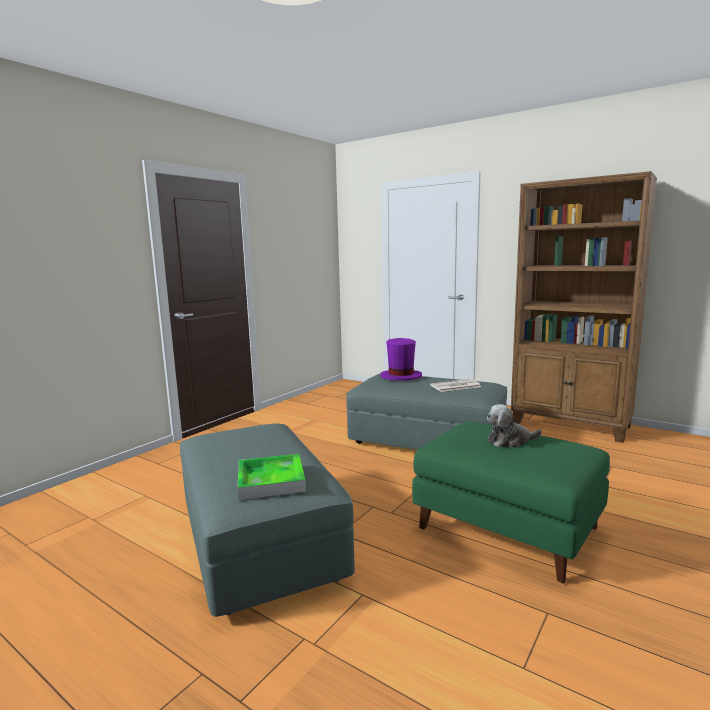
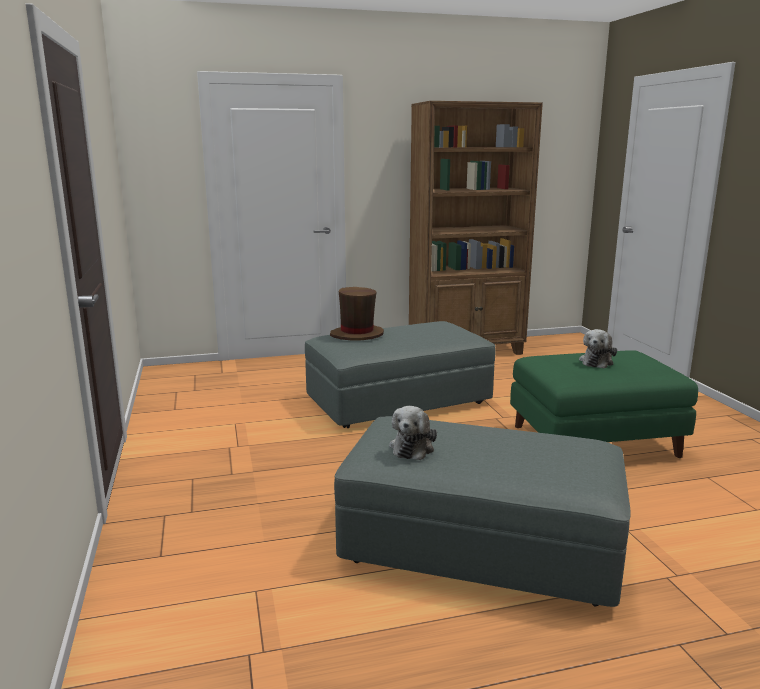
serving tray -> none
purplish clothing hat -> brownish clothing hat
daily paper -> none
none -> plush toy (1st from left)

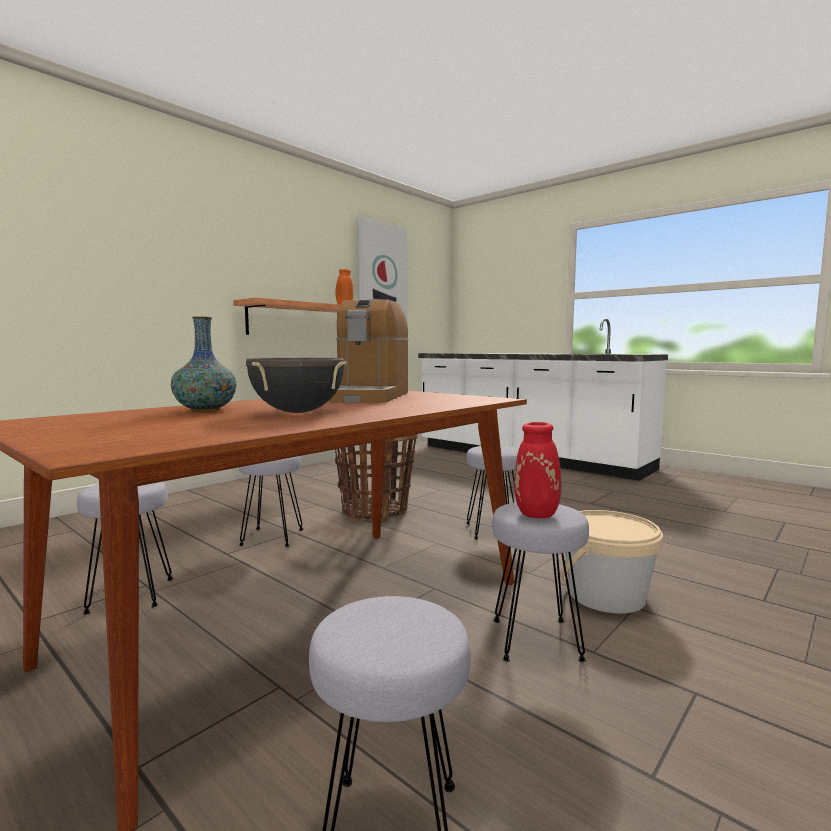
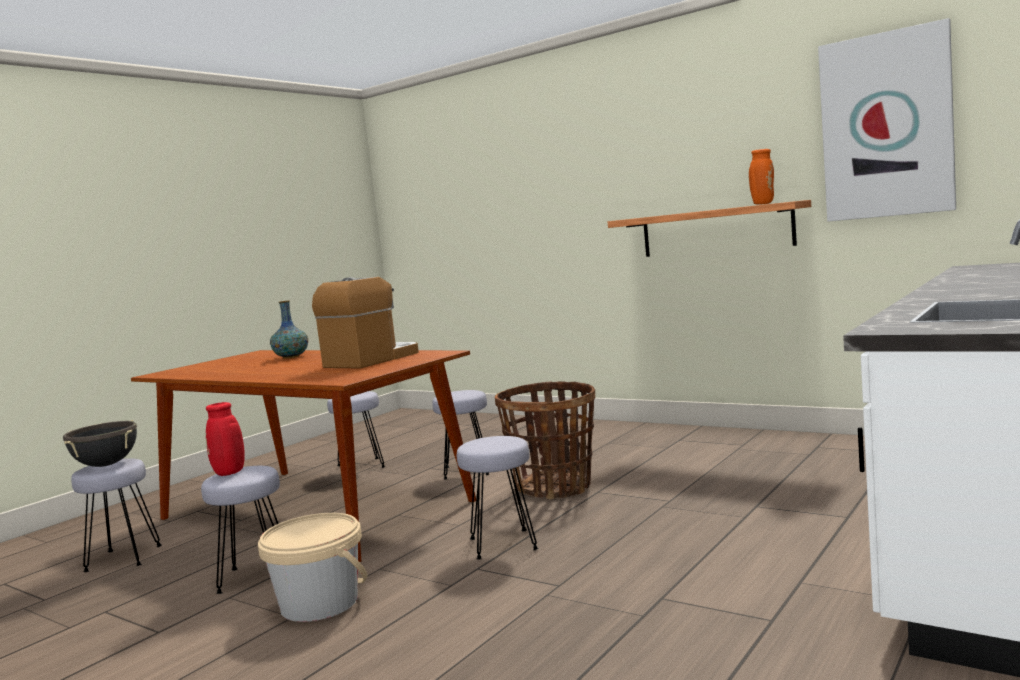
black-coloured cooking pot, move
coffee machine, 120 degrees clockwise

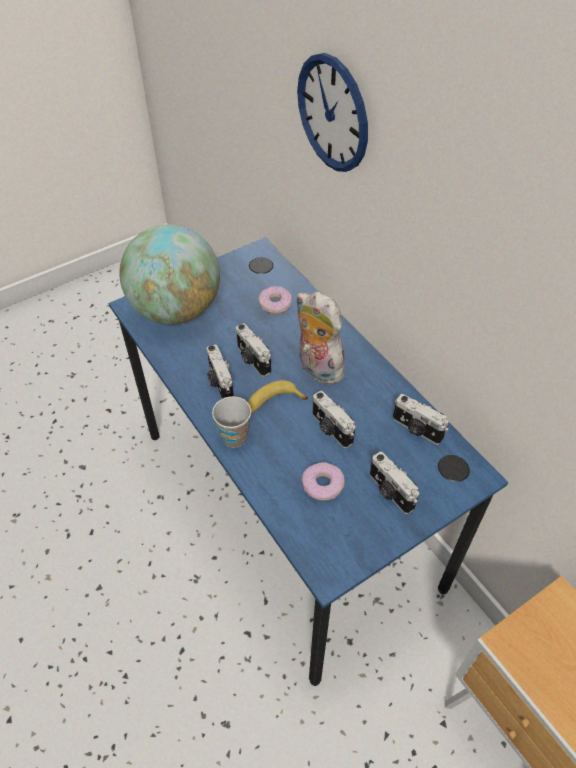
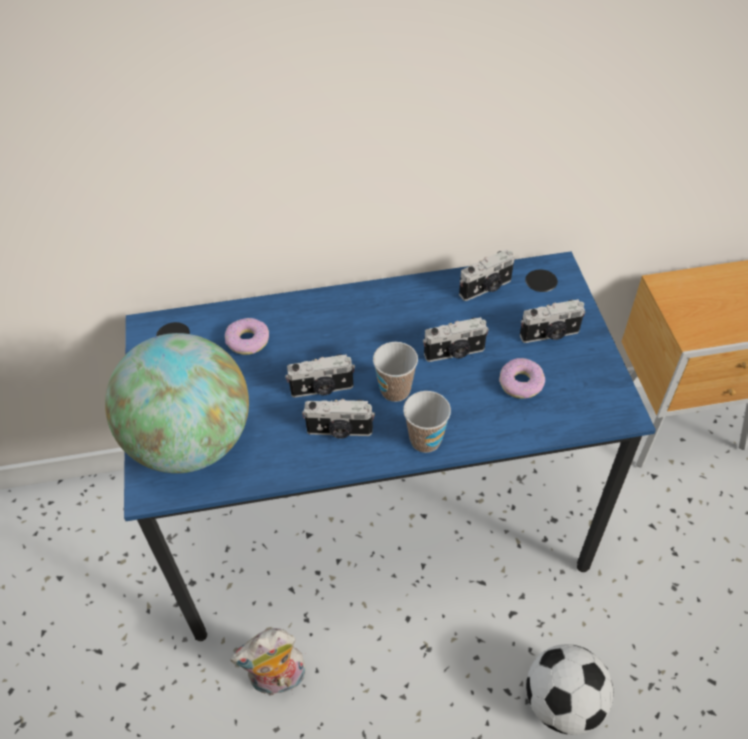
banana fruit -> small cup (1st from left)
plush toy, move
hanging clock -> none
none -> ball for football

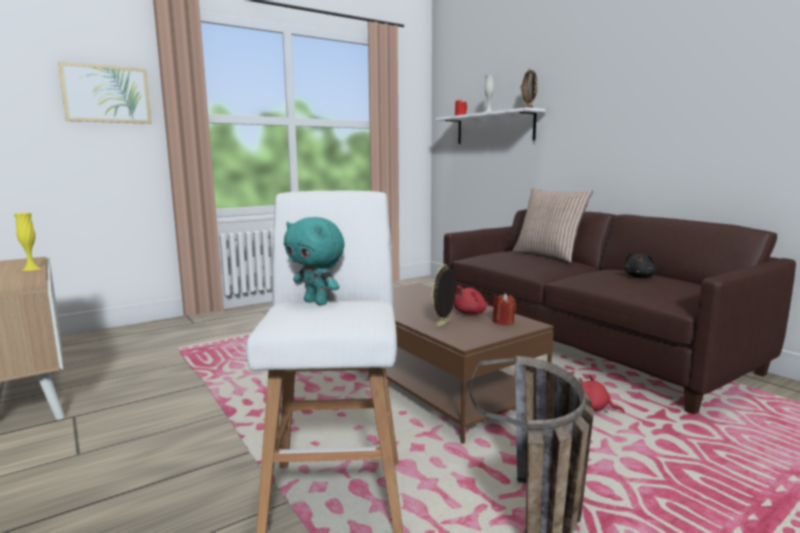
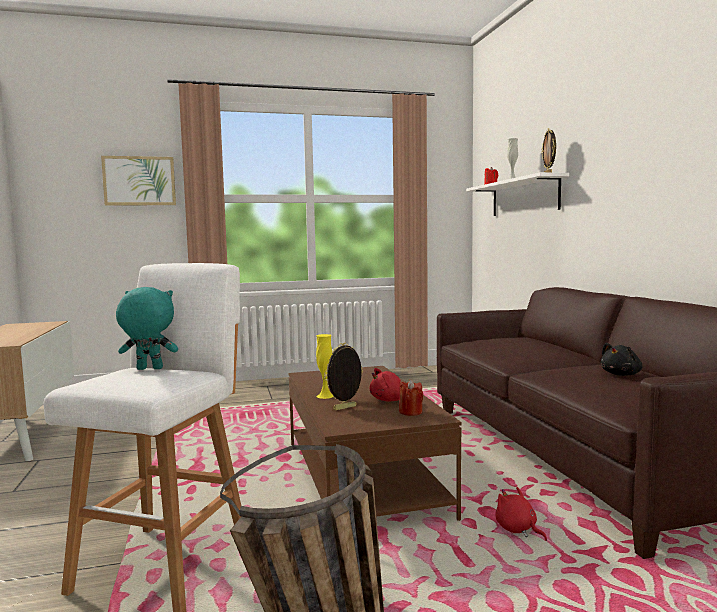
yellowish vase, move
blue-green plush toy, 120 degrees clockwise
cushion -> none

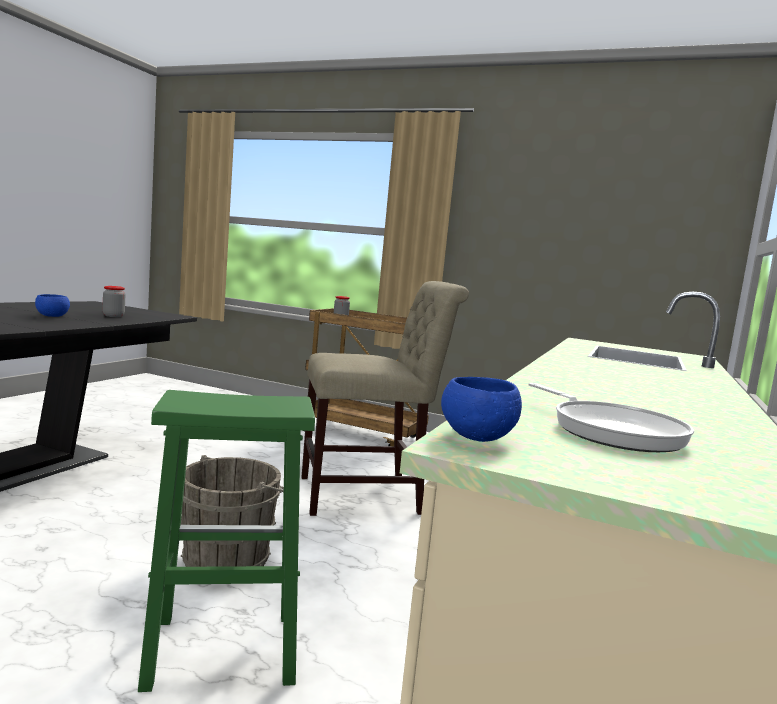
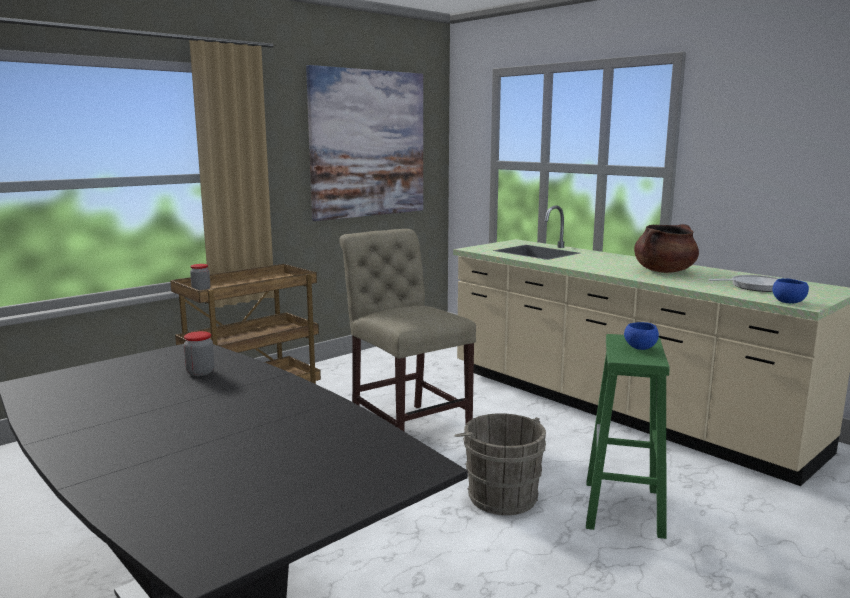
blue-coloured serving bowl (1st from left), move
beige upright chair, 45 degrees counterclockwise
none -> picture
none -> brownish cooking pot

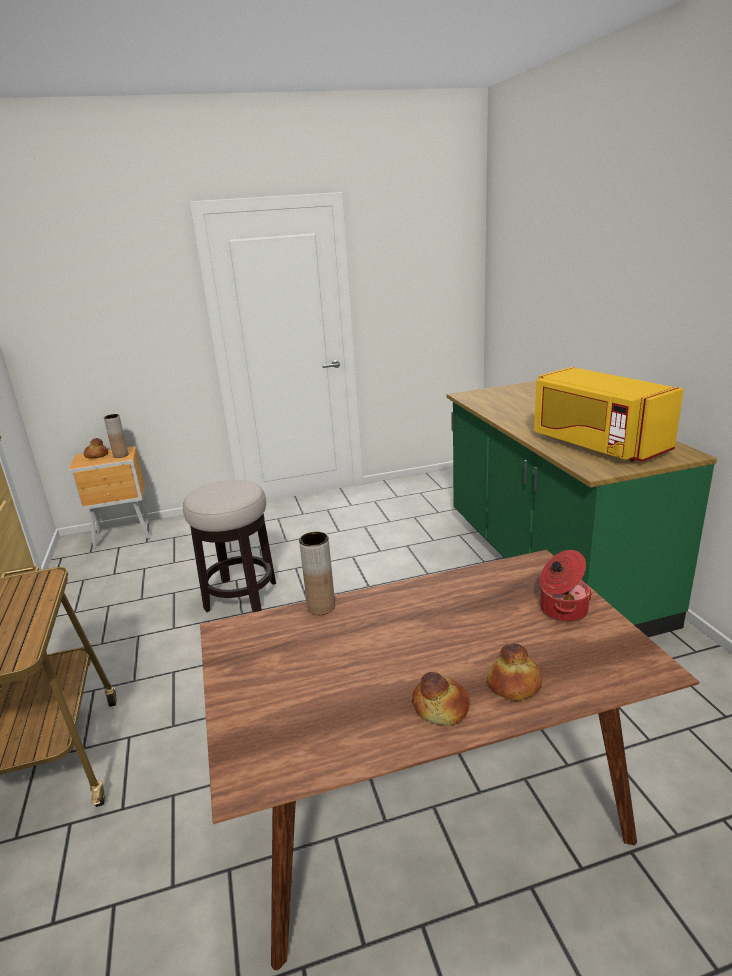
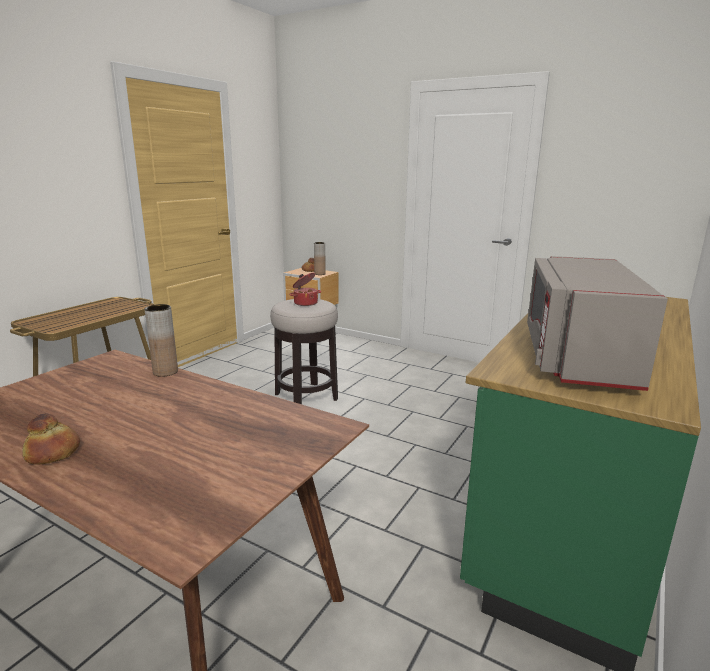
bread (3rd from left) -> none
yellowish microwave oven -> grey microwave oven
cooking pot, move

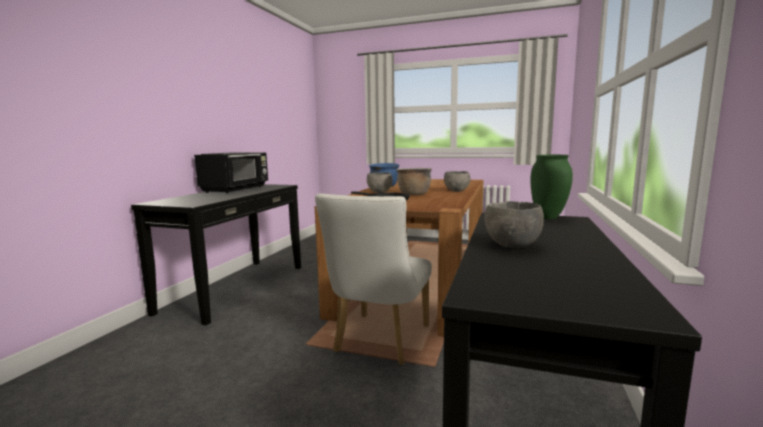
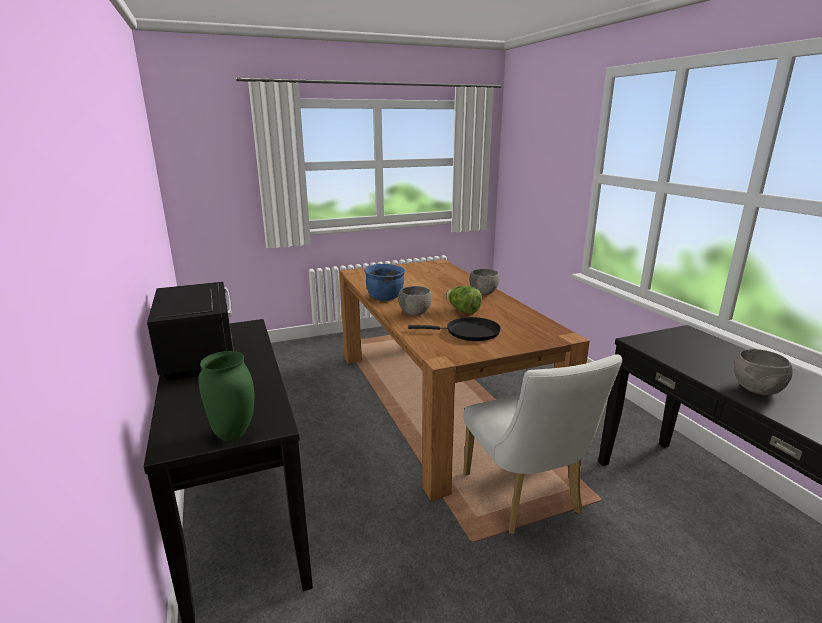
brownish cooking pot -> lettuce head
green vase, move

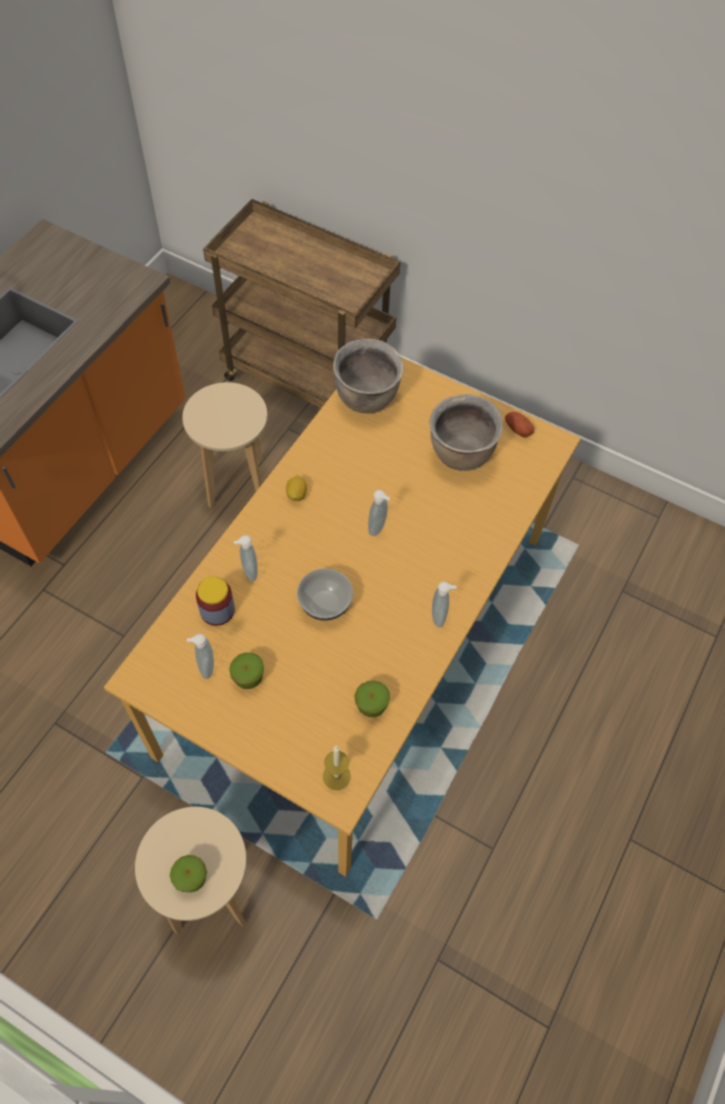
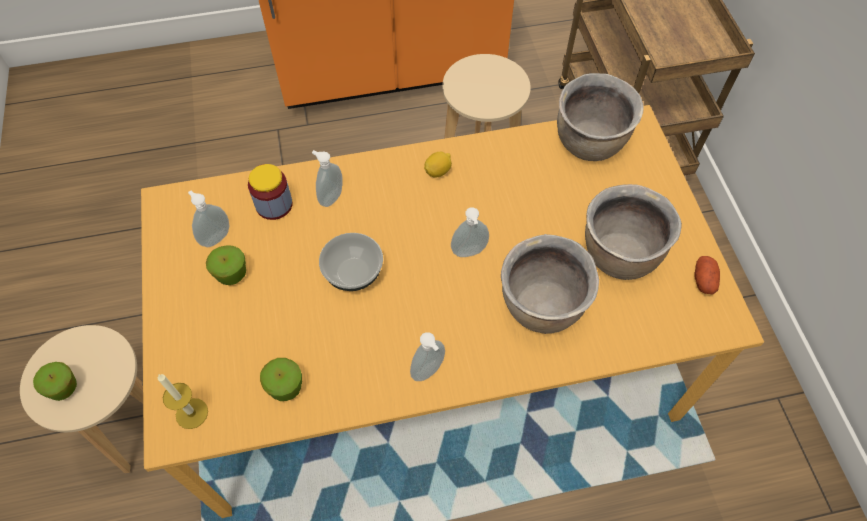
none -> brownish cooking pot (1st from left)

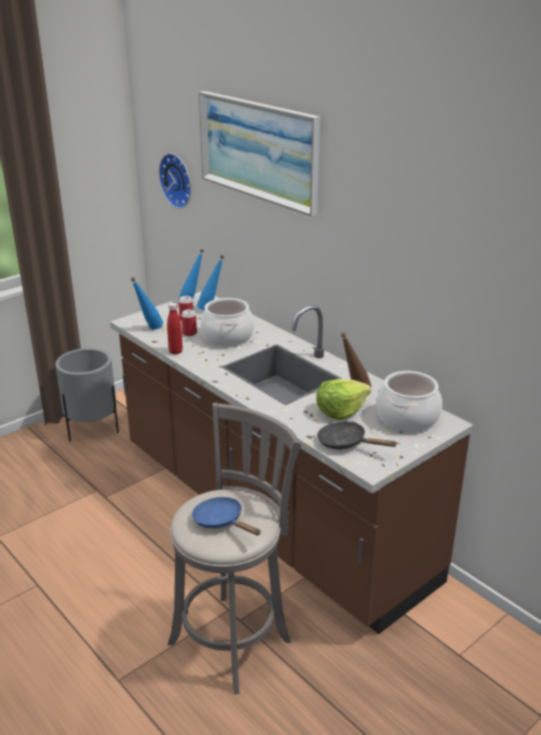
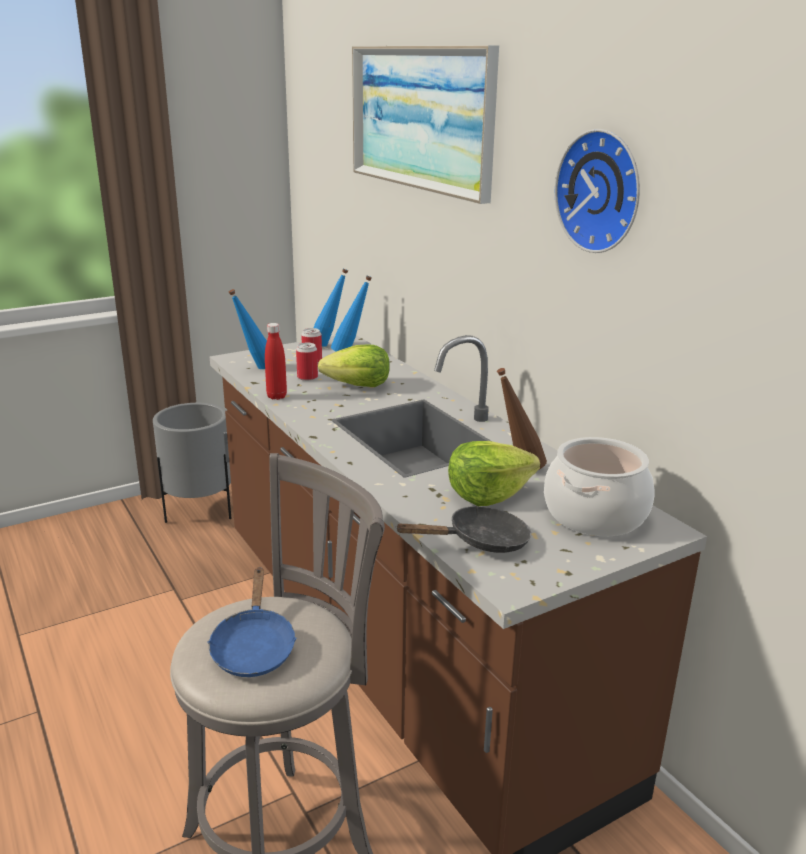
hanging clock, move
blue-coloured pan, 150 degrees counterclockwise
cooking pot (1st from left) -> lettuce head (1st from left)
black-coloured pan, 120 degrees clockwise

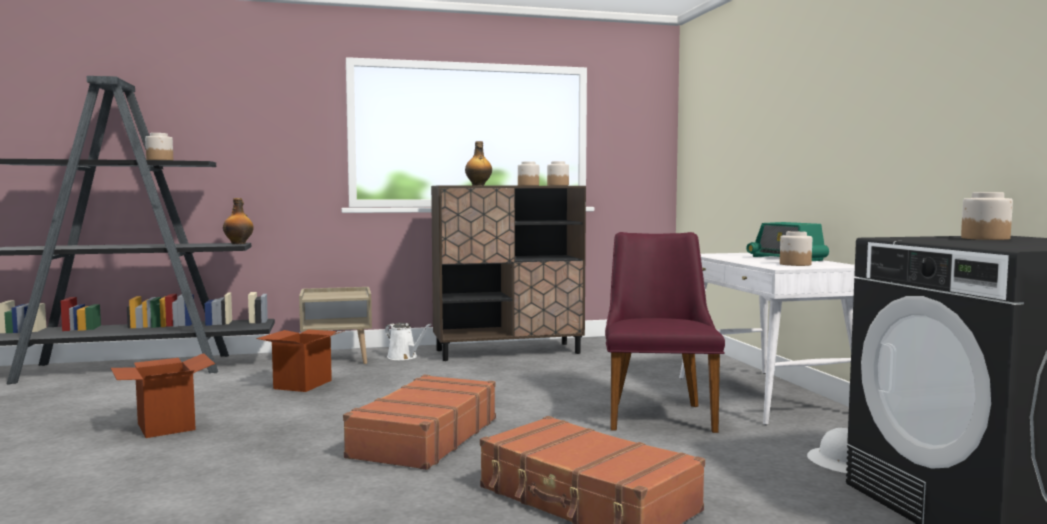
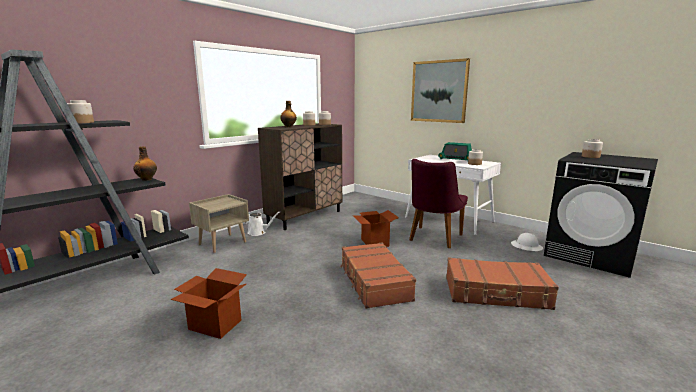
cardboard box (2nd from left), move
purplish upright chair, 120 degrees counterclockwise
none -> picture

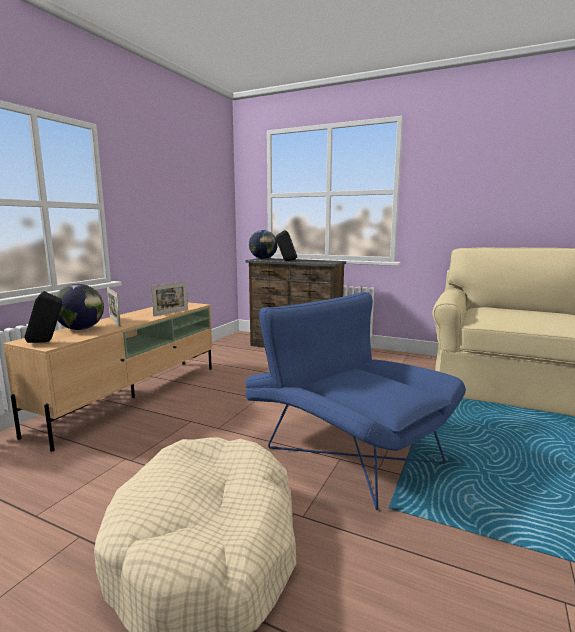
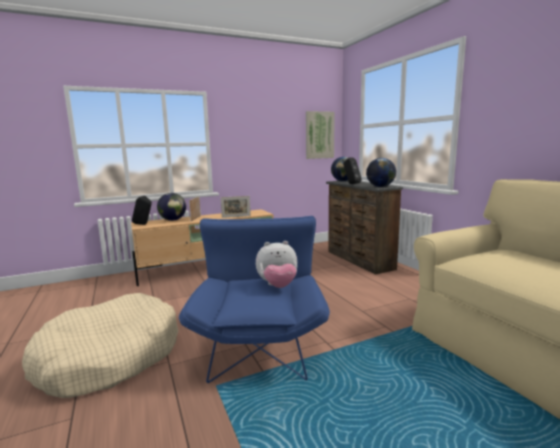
none -> plush toy
none -> picture
none -> desk globe (3rd from left)

